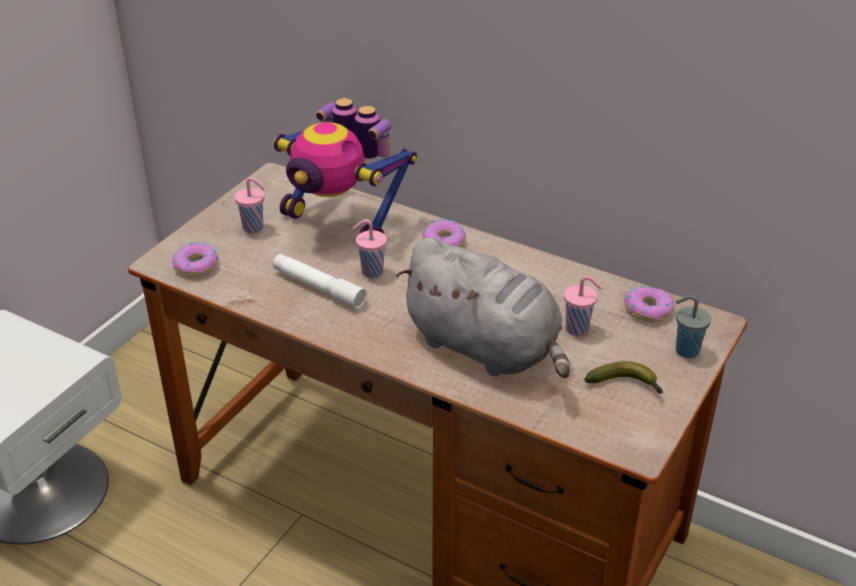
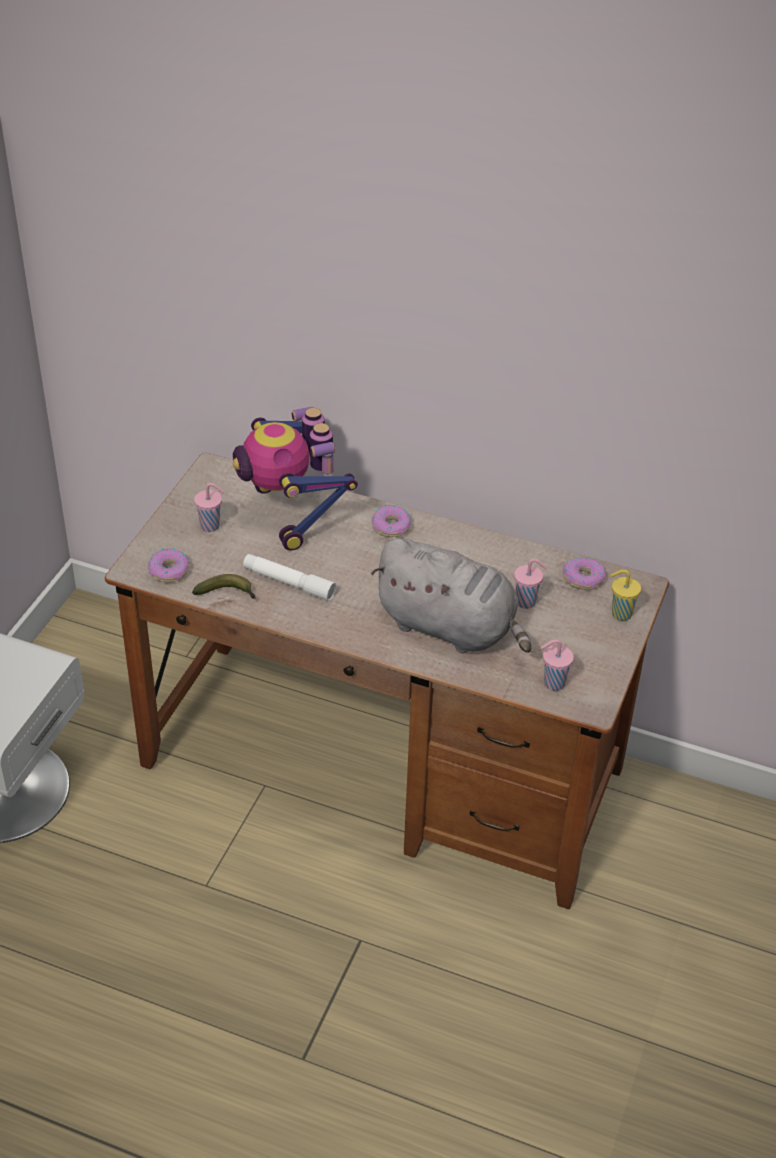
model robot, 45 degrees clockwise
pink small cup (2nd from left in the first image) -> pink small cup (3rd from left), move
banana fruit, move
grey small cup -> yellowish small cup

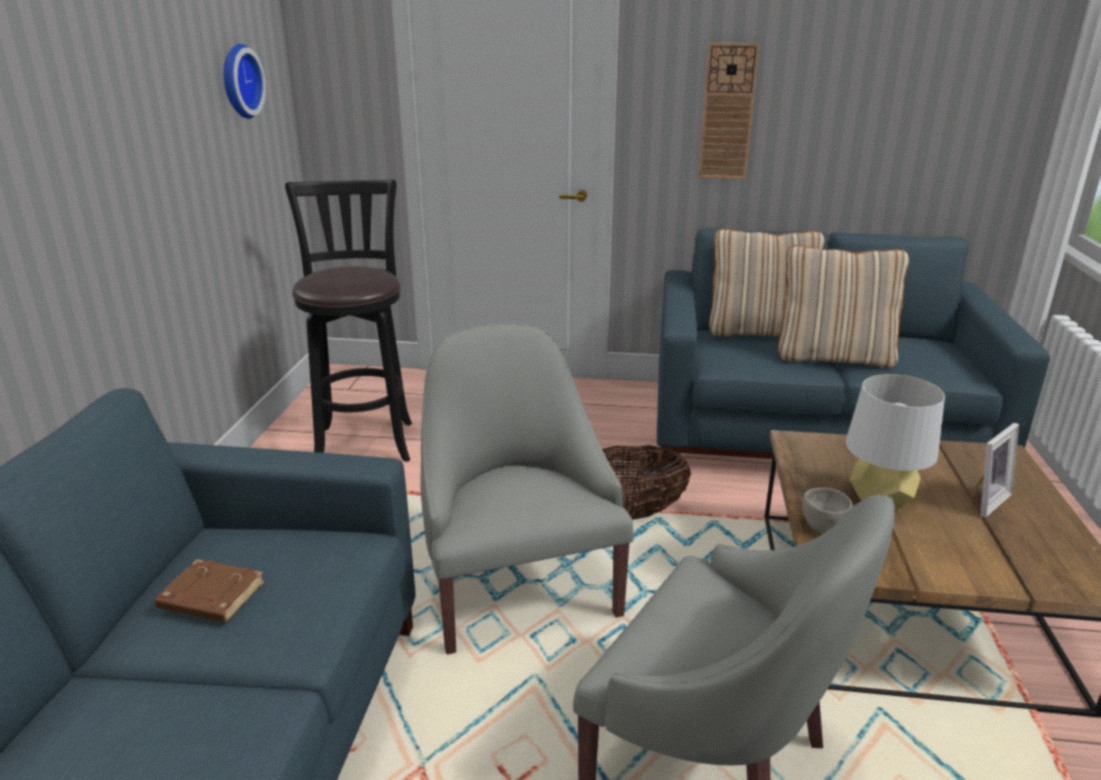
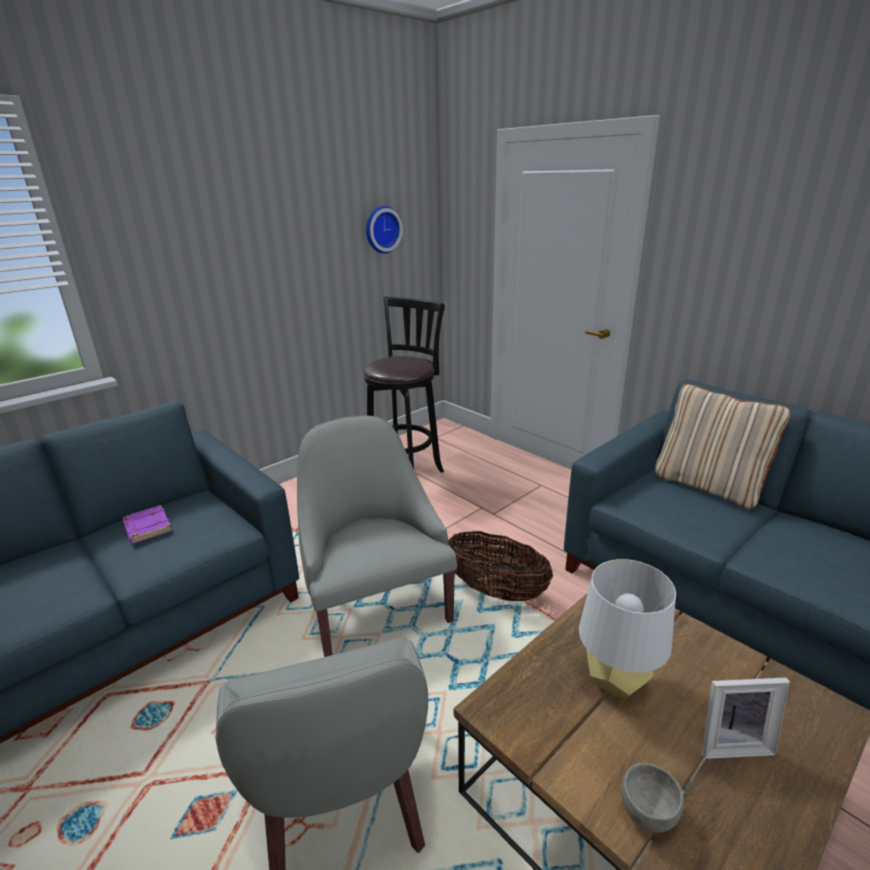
brownish volume -> purplish volume
grey easy chair (1st from left in the first image) -> grey easy chair (2nd from left), 45 degrees counterclockwise
hanging clock (2nd from left) -> none
beige cushion (2nd from left) -> none
grey serving bowl, move

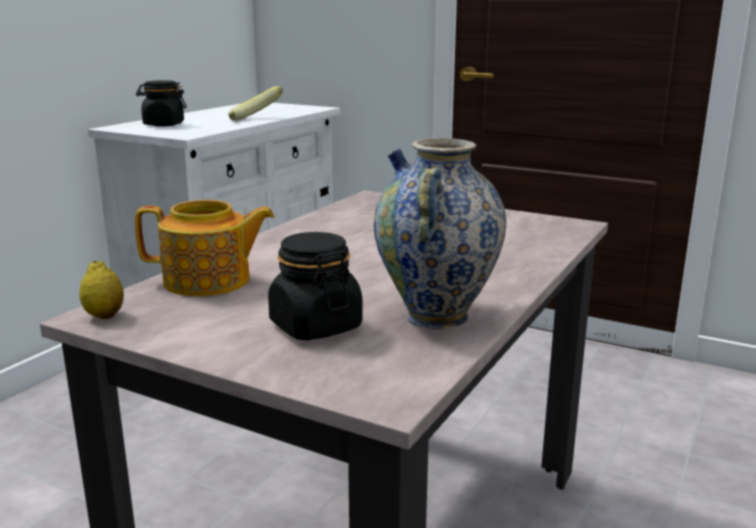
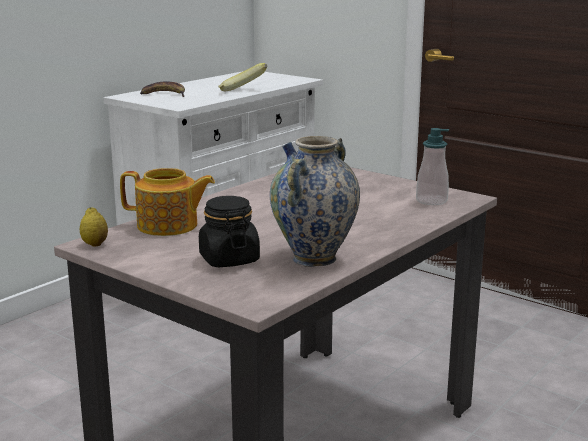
black-coloured preserve jar (1st from left) -> banana fruit (1st from left)
none -> soap dispenser

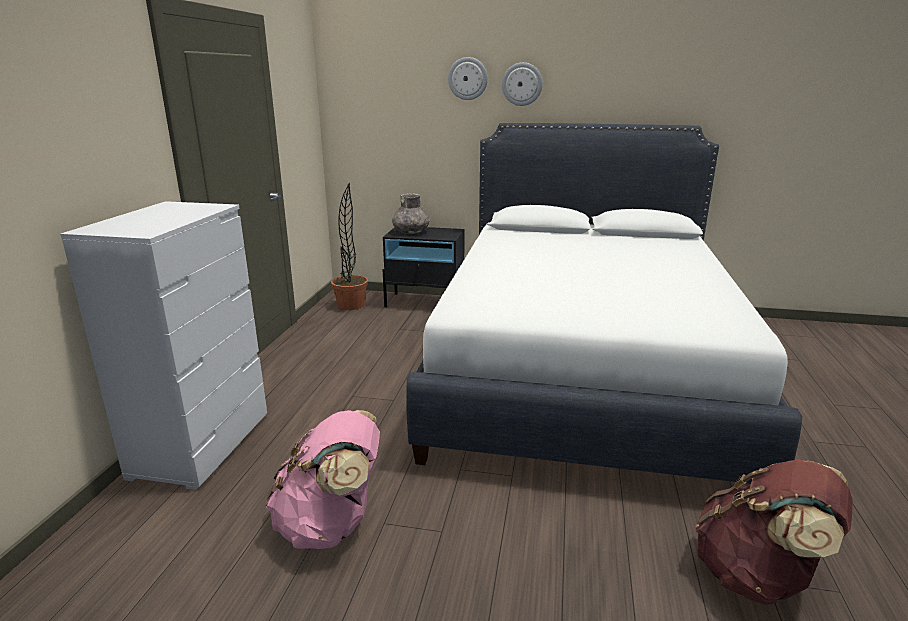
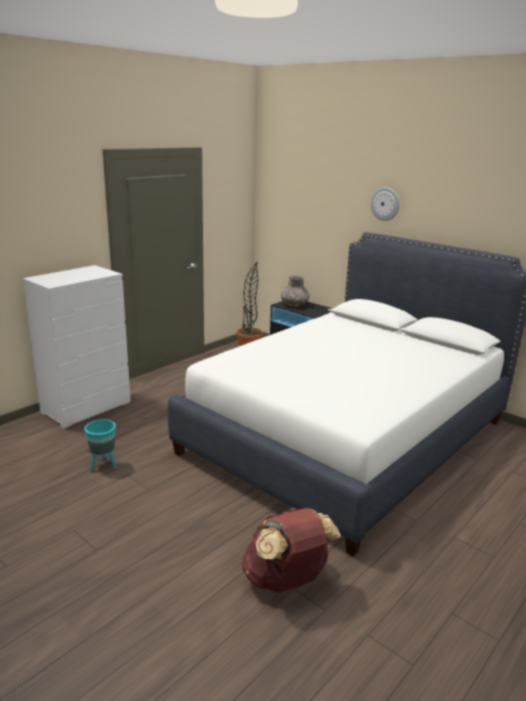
pink backpack -> blue-green planter
hanging clock (1st from left) -> none

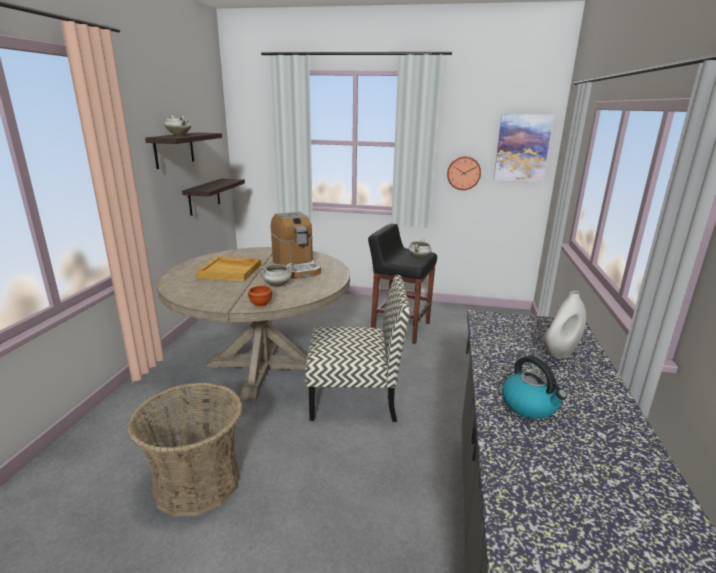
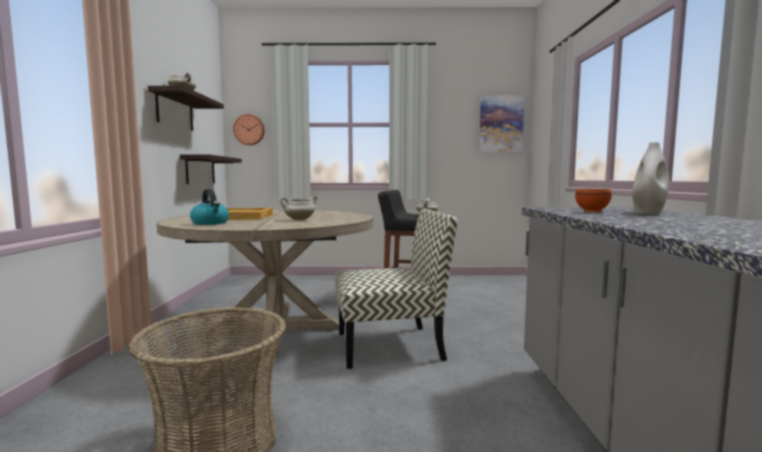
brownish serving bowl, move
coffee machine -> none
hanging clock, move
water kettle, move

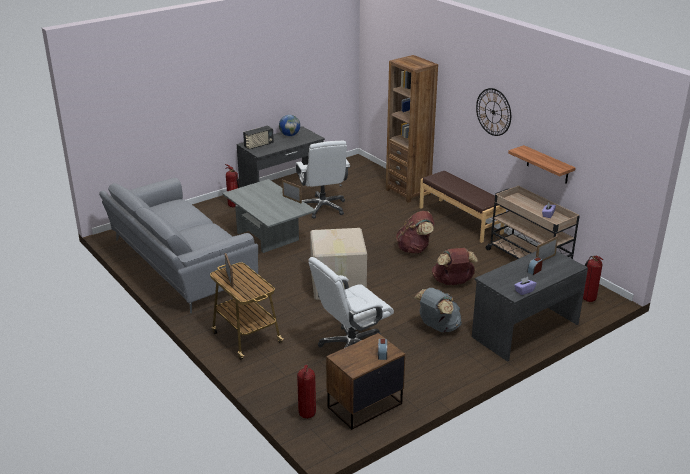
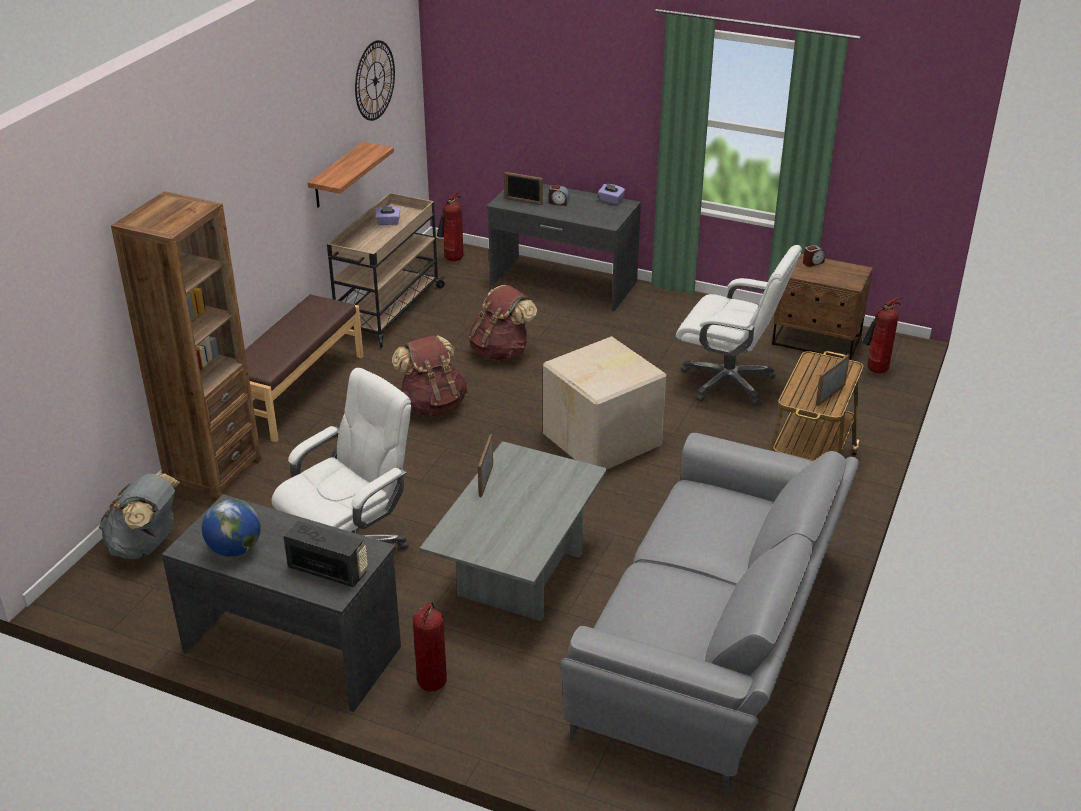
grey backpack, move
hanging clock, move

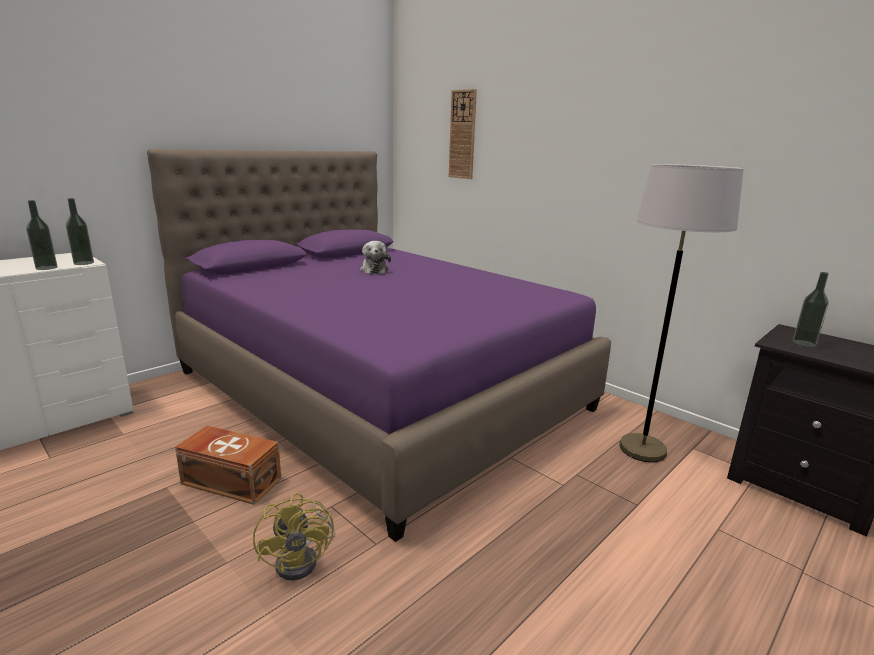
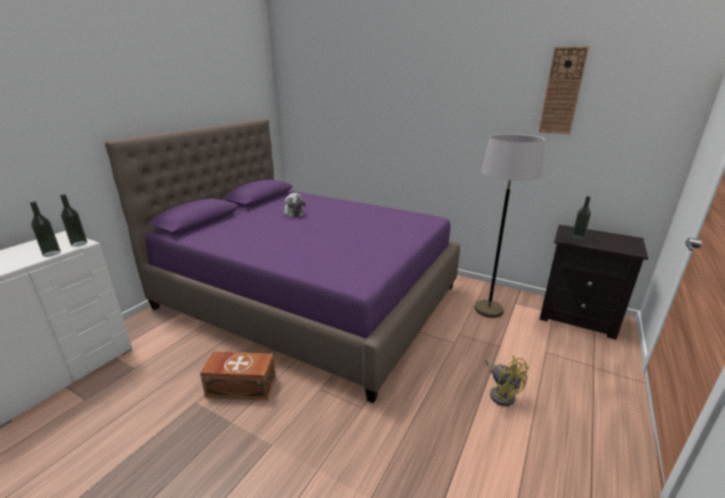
yellowish electric fan, move
hanging clock, move

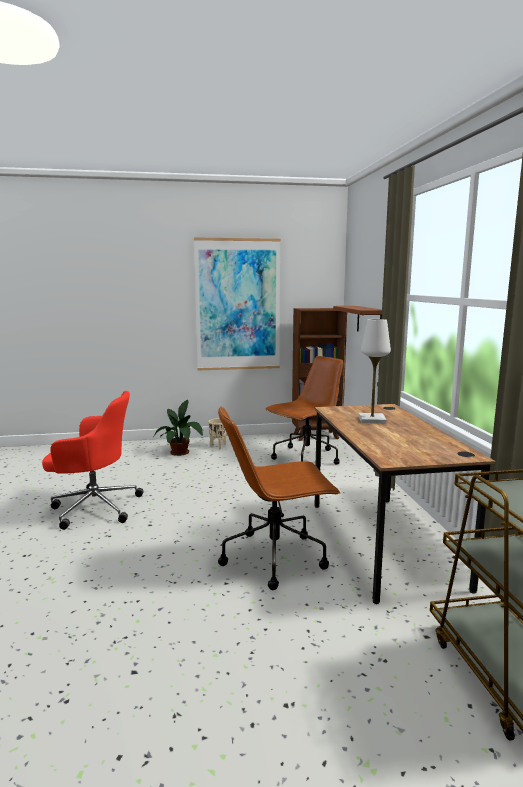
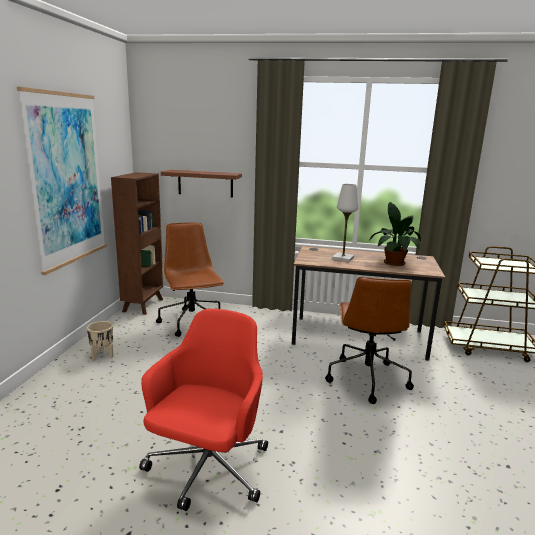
plant in a pot, move

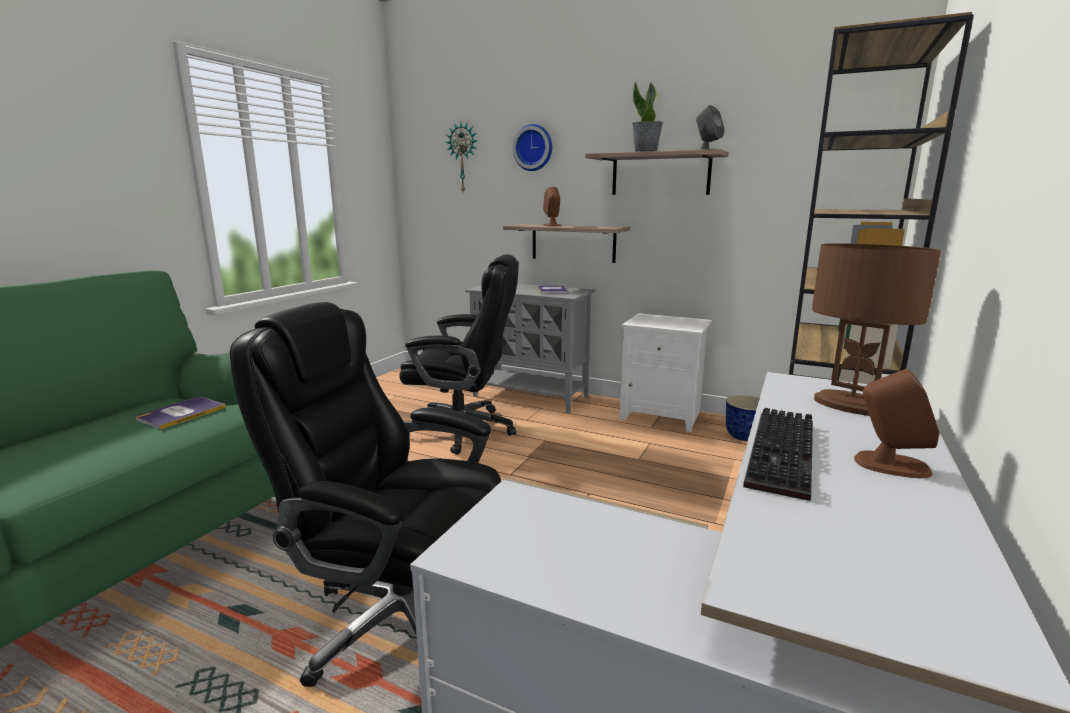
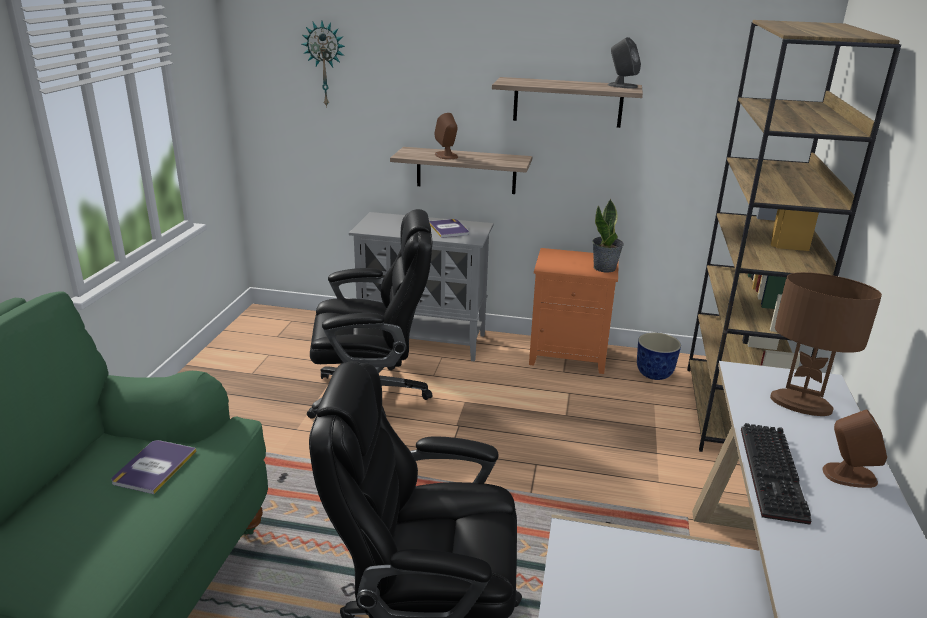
hanging clock (2nd from left) -> none
whitish nightstand -> orangey nightstand
plant in a pot, move

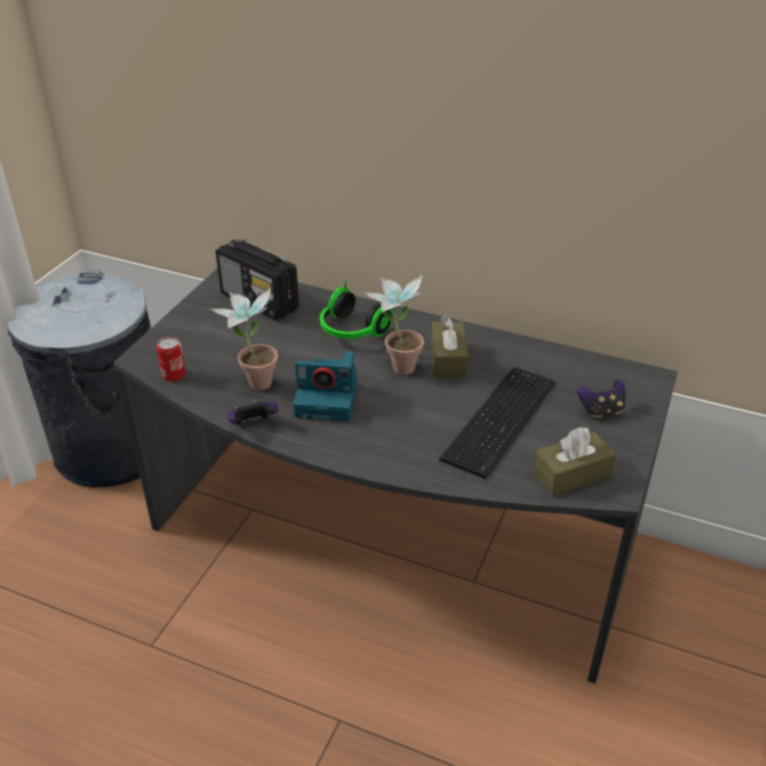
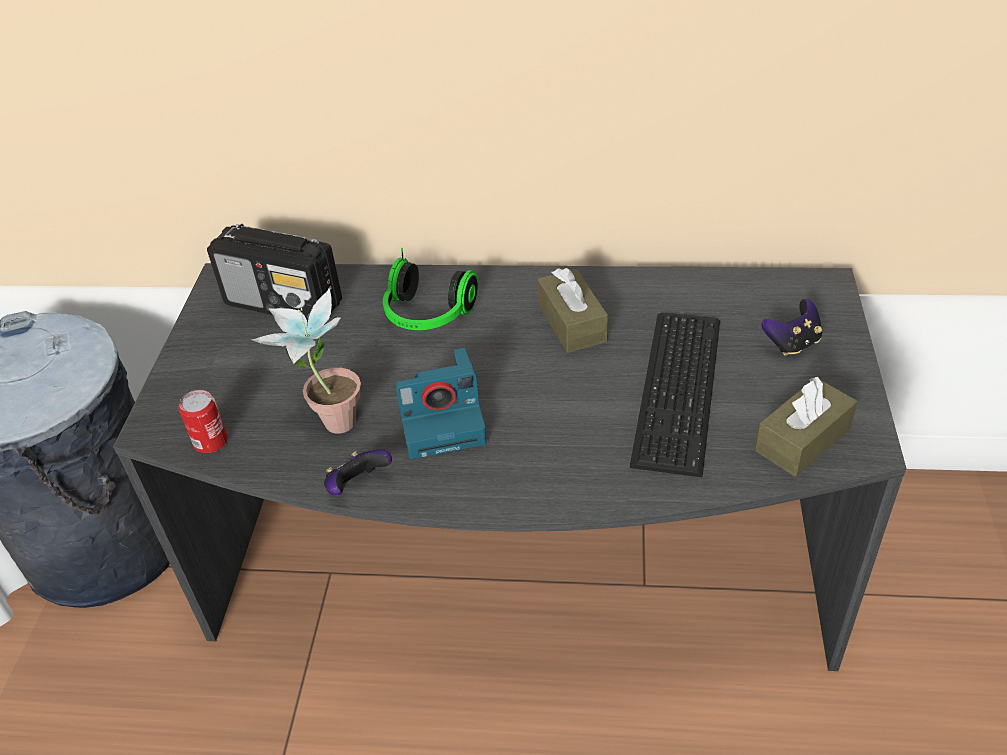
plant in a pot (2nd from left) -> none

